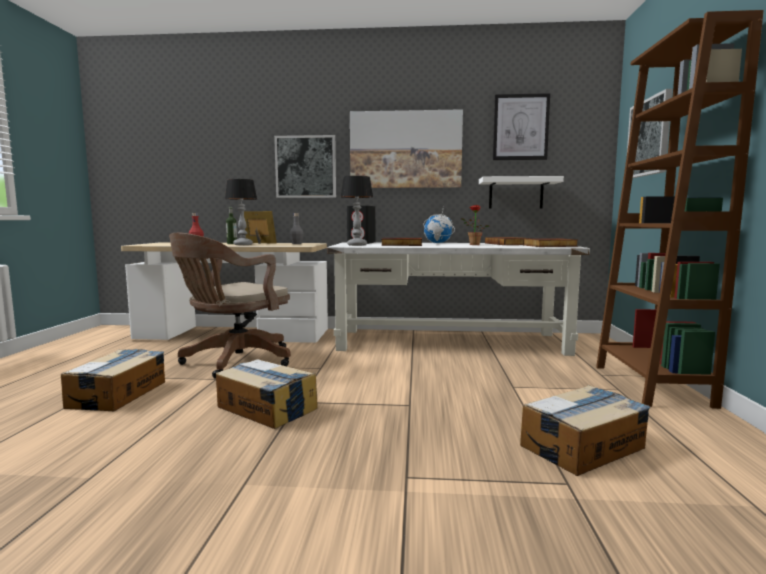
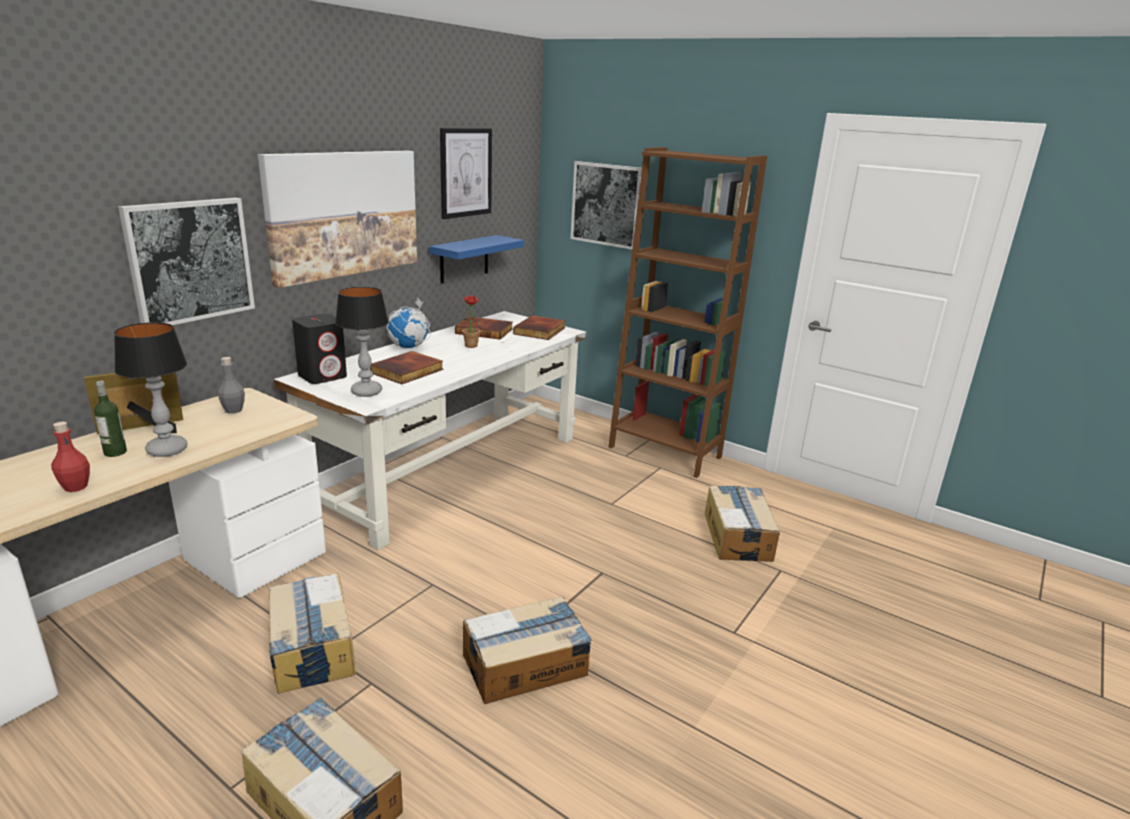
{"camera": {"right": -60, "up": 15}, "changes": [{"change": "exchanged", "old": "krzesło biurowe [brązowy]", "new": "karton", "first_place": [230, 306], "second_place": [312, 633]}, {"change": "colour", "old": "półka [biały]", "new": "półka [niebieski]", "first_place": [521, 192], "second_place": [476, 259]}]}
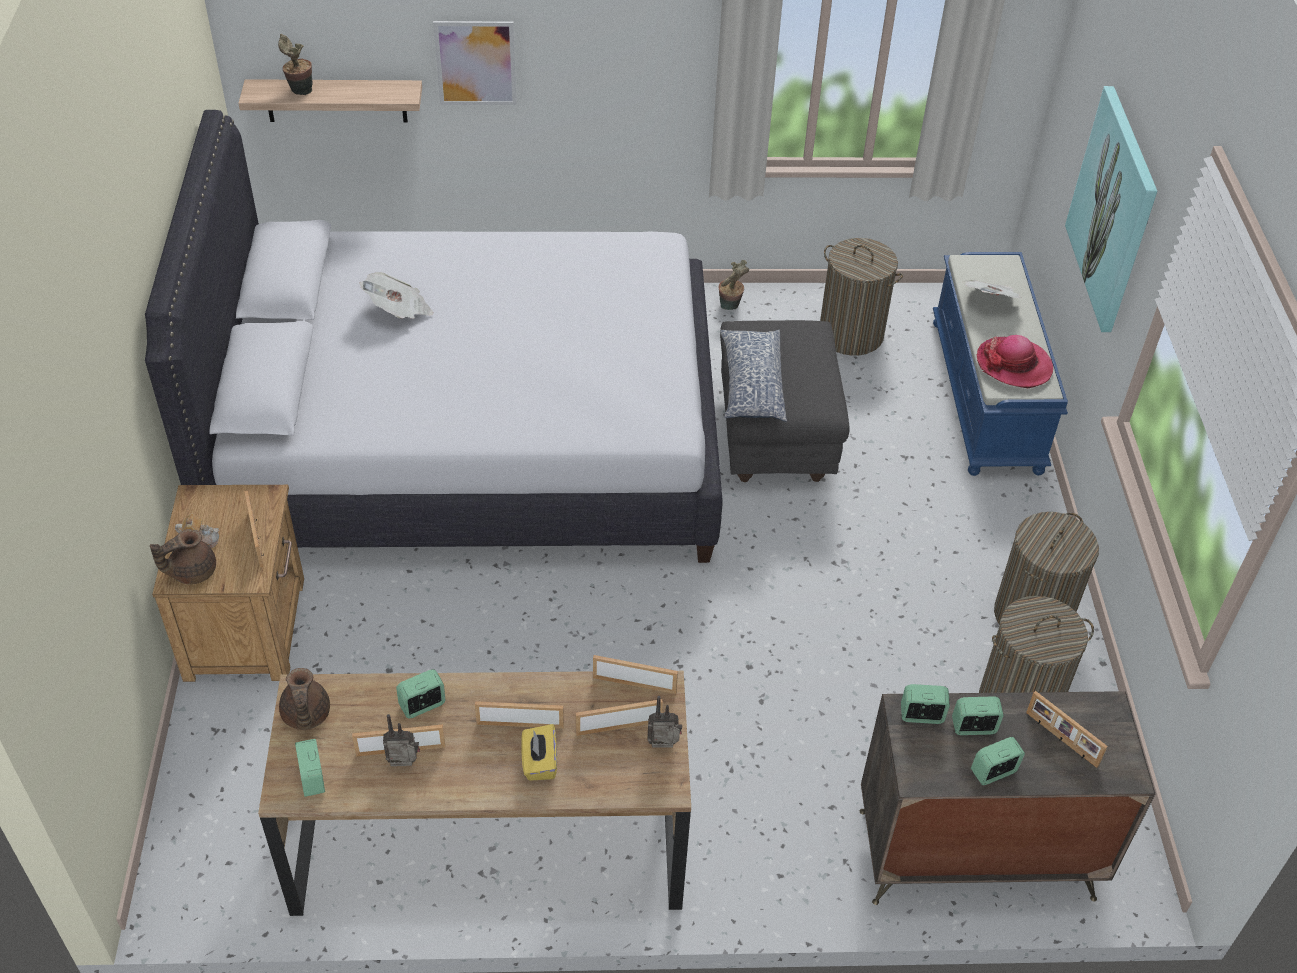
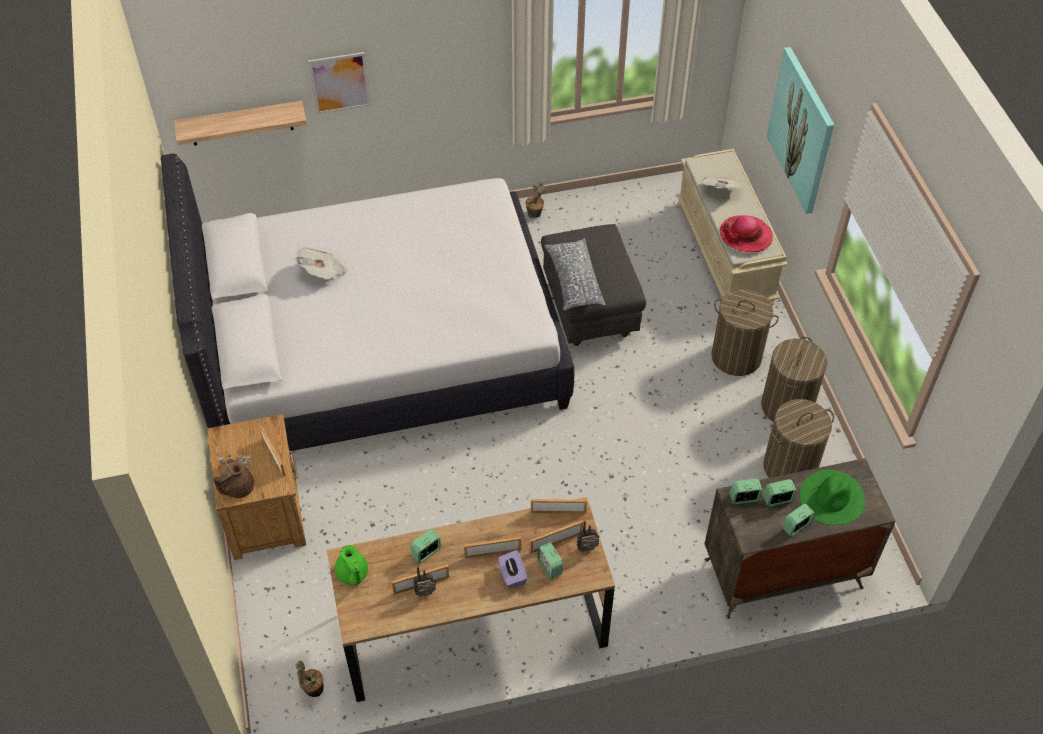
{"camera": {"right": -10, "up": 5}, "changes": [{"change": "relocated", "old": "roślina doniczkowa", "first_place": [295, 64], "second_place": [310, 679]}, {"change": "relocated", "old": "budzik", "first_place": [310, 768], "second_place": [550, 560]}, {"change": "relocated", "old": "kosz na pranie", "first_place": [861, 297], "second_place": [745, 332]}, {"change": "exchanged", "old": "ramka na zdjęcie", "new": "kapelusz [zielony]", "first_place": [1067, 729], "second_place": [832, 497]}, {"change": "colour", "old": "imbryk [brązowy]", "new": "imbryk [zielony]", "first_place": [304, 699], "second_place": [351, 565]}, {"change": "colour", "old": "pudełko chusteczek [żółty]", "new": "pudełko chusteczek [fioletowy]", "first_place": [539, 752], "second_place": [512, 569]}, {"change": "colour", "old": "ławka [niebieski]", "new": "ławka [beżowy]", "first_place": [1000, 364], "second_place": [731, 227]}]}
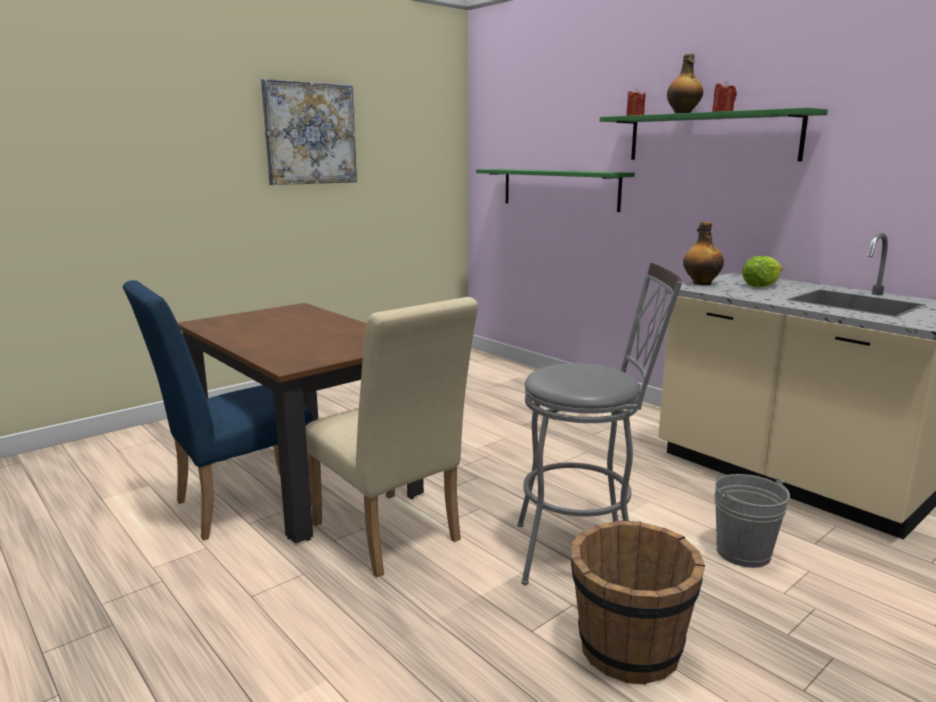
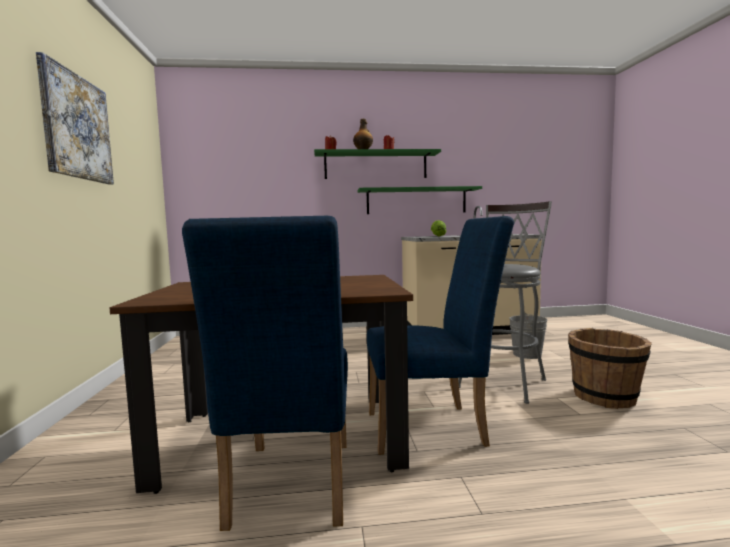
{"camera": {"right": -55, "up": -10}, "changes": [{"change": "missing", "old": "butelka", "first_place": [703, 253]}, {"change": "relocated", "old": "półka [zielony]", "first_place": [555, 190], "second_place": [419, 200]}, {"change": "colour", "old": "krzesło [beżowy]", "new": "krzesło [niebieski]", "first_place": [391, 437], "second_place": [441, 335]}]}
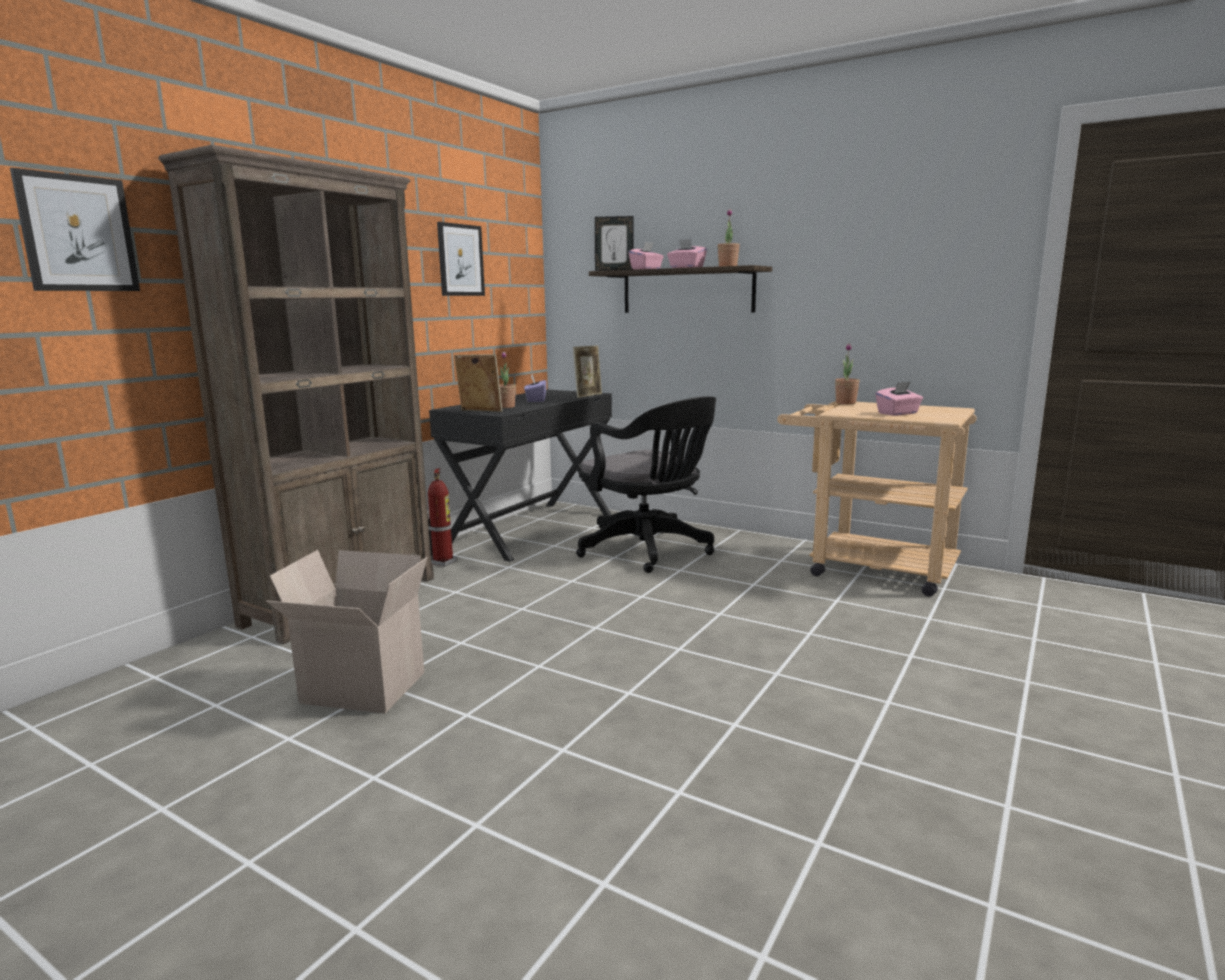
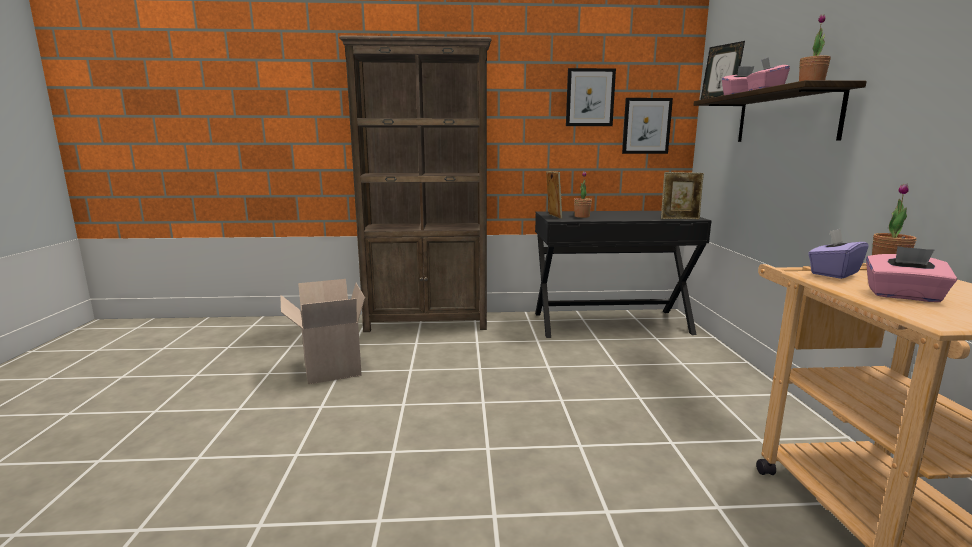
{"camera": {"right": 55, "up": 0}, "changes": [{"change": "missing", "old": "gaśnica", "first_place": [442, 517]}, {"change": "missing", "old": "krzesło biurowe [czarny]", "first_place": [646, 484]}, {"change": "relocated", "old": "obraz", "first_place": [75, 229], "second_place": [647, 126]}, {"change": "relocated", "old": "pudełko chusteczek [fioletowy]", "first_place": [535, 388], "second_place": [838, 253]}]}
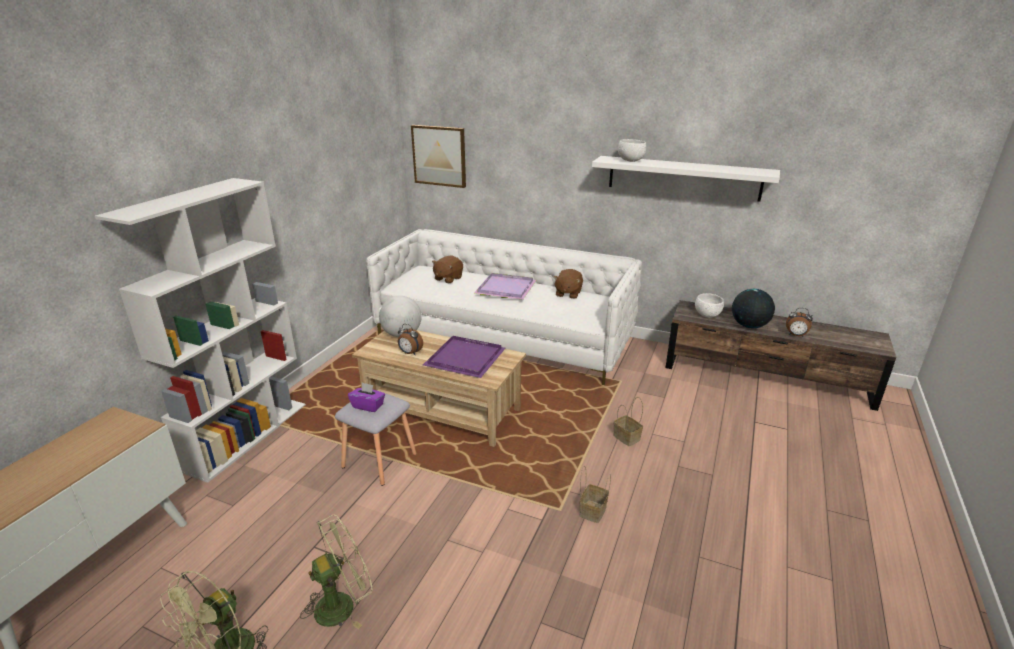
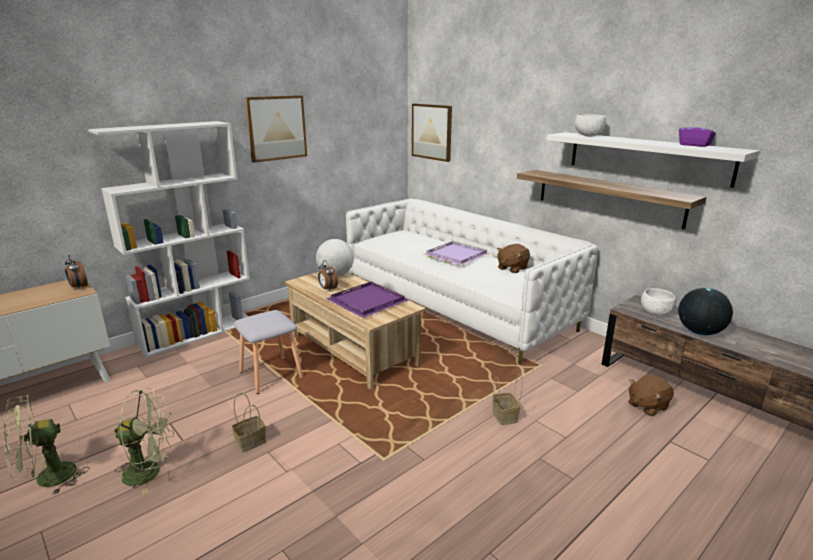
{"camera": {"right": 25, "up": -5}, "changes": [{"change": "appeared", "new": "obraz", "second_place": [276, 129]}, {"change": "appeared", "new": "półka", "second_place": [611, 199]}, {"change": "relocated", "old": "pudełko chusteczek [fioletowy]", "first_place": [366, 397], "second_place": [697, 134]}, {"change": "relocated", "old": "pluszak [brązowy]", "first_place": [447, 269], "second_place": [651, 395]}, {"change": "relocated", "old": "koszyk", "first_place": [595, 494], "second_place": [249, 422]}, {"change": "relocated", "old": "budzik", "first_place": [799, 322], "second_place": [76, 272]}]}
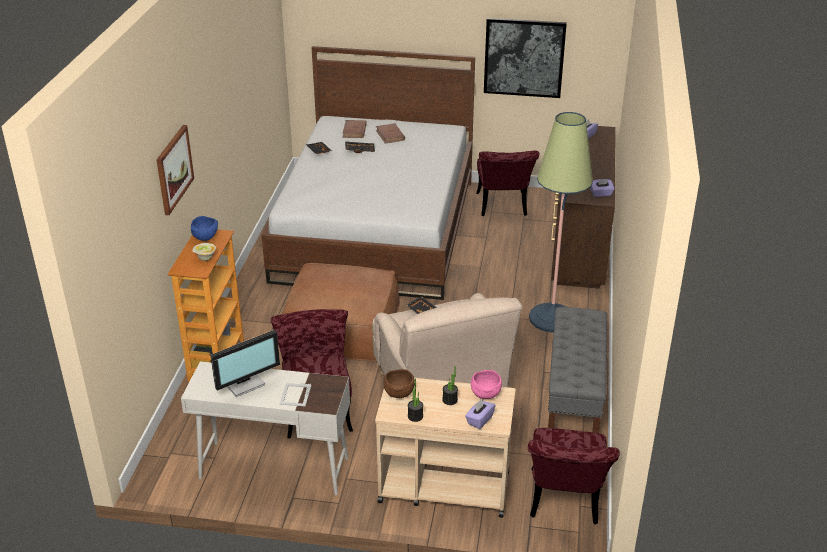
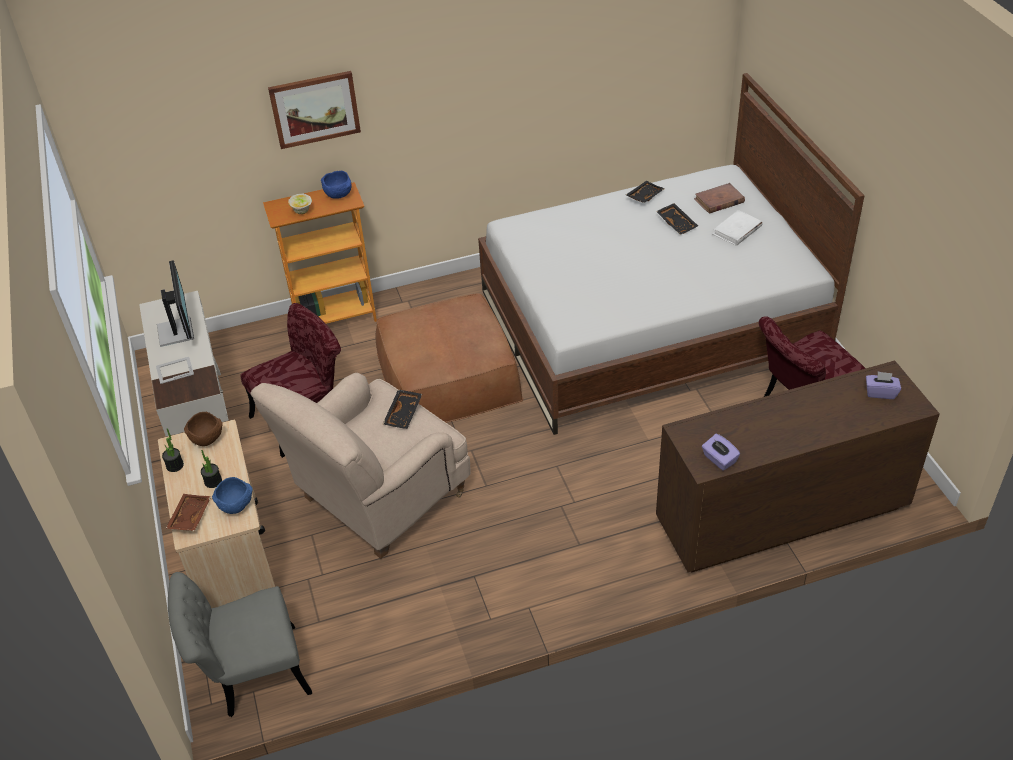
{"camera": {"right": 65, "up": 10}, "changes": [{"change": "missing", "old": "obraz", "first_place": [525, 58]}, {"change": "missing", "old": "lampa stojąca", "first_place": [561, 222]}, {"change": "missing", "old": "ławka [szary]", "first_place": [577, 370]}, {"change": "exchanged", "old": "pudełko chusteczek [fioletowy]", "new": "taca [brązowy]", "first_place": [480, 414], "second_place": [188, 512]}, {"change": "colour", "old": "książka [brązowy]", "new": "książka [biały]", "first_place": [390, 133], "second_place": [737, 228]}, {"change": "colour", "old": "miska [różowy]", "new": "miska [niebieski]", "first_place": [486, 384], "second_place": [232, 495]}, {"change": "colour", "old": "krzesło [czerwony]", "new": "krzesło [szary]", "first_place": [574, 476], "second_place": [240, 644]}, {"change": "spun", "old": "monitor", "first_place": [245, 363], "second_place": [175, 303], "degrees": -135}]}
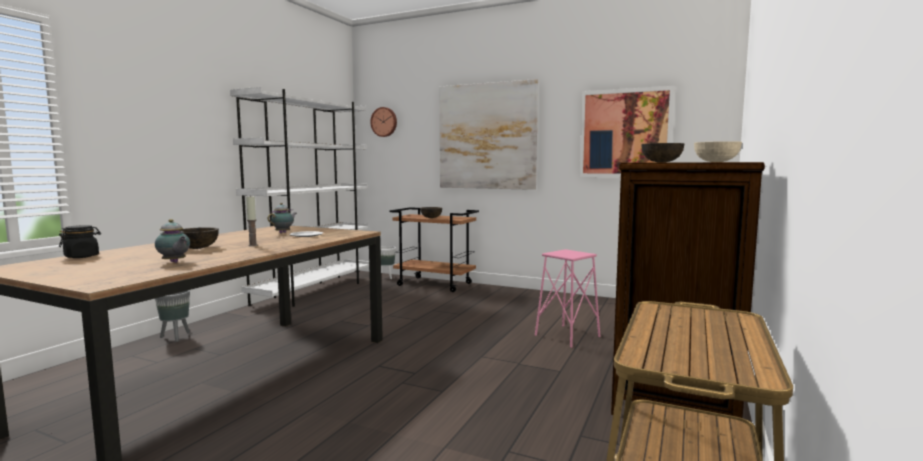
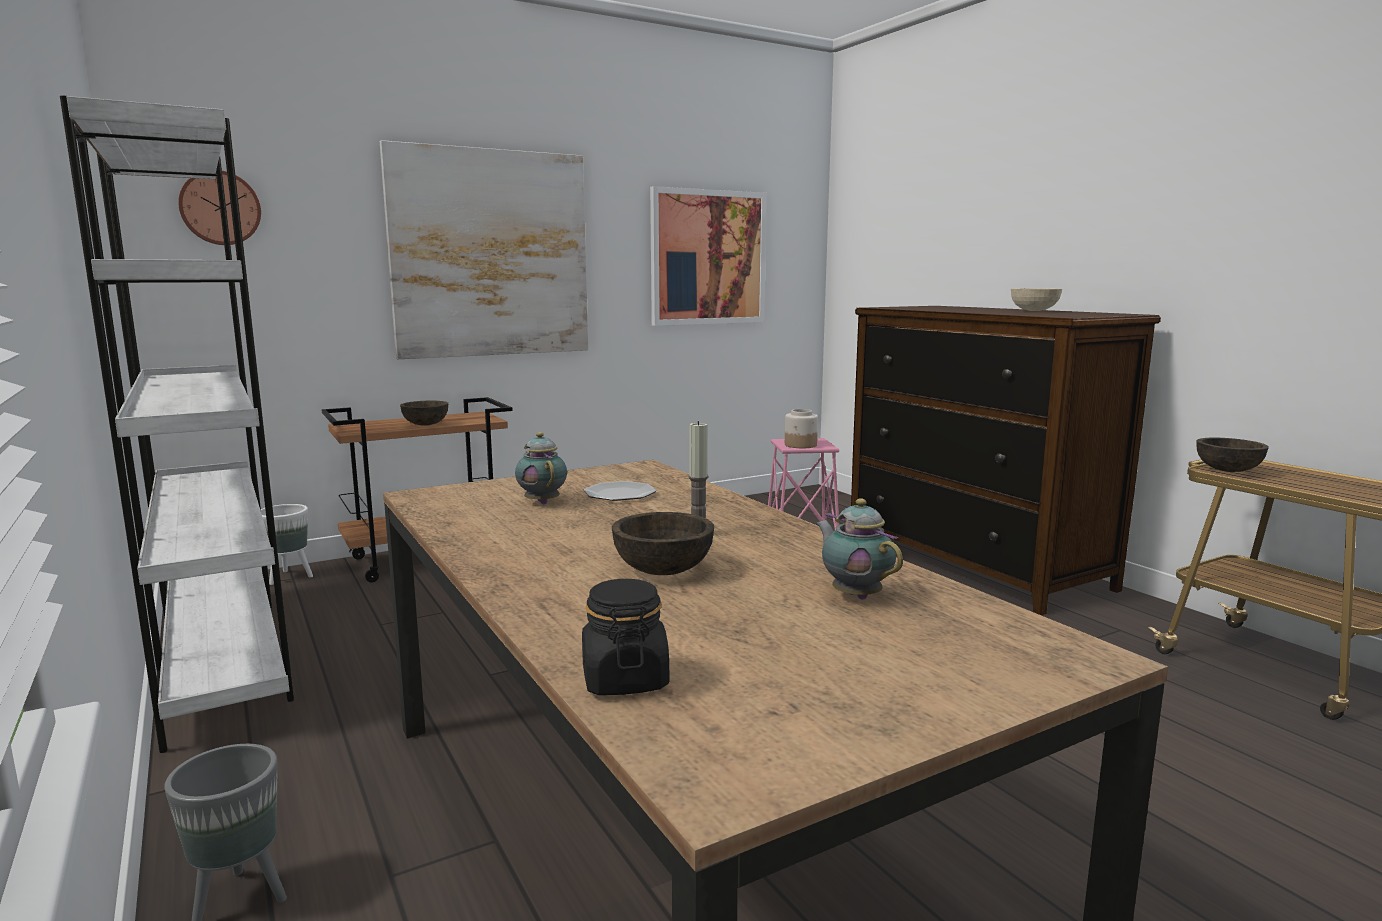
{"camera": {"right": -55, "up": 5}, "changes": [{"change": "appeared", "new": "słoik", "second_place": [801, 428]}, {"change": "relocated", "old": "miska [brązowy]", "first_place": [662, 152], "second_place": [1232, 455]}, {"change": "spun", "old": "imbryk", "first_place": [172, 241], "second_place": [859, 549], "degrees": -105}]}
